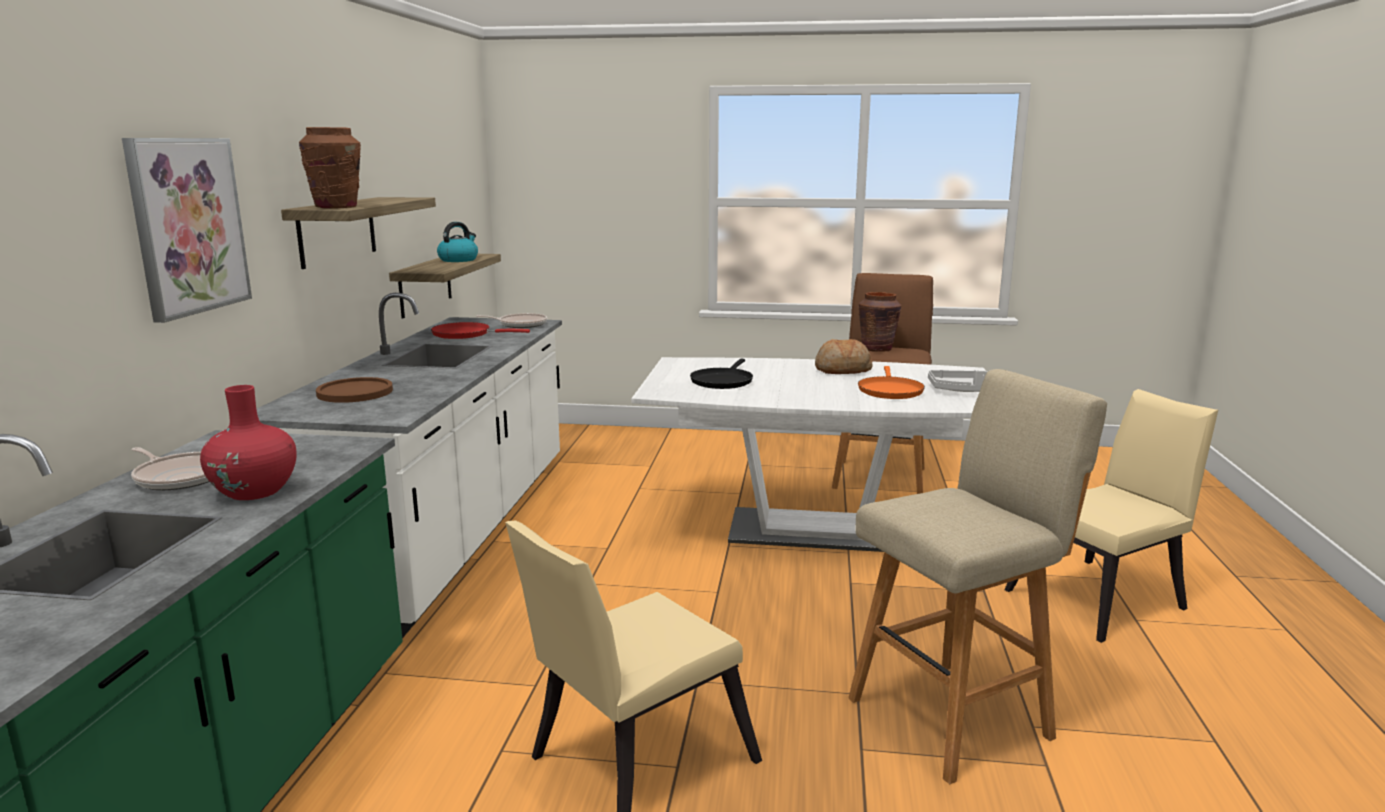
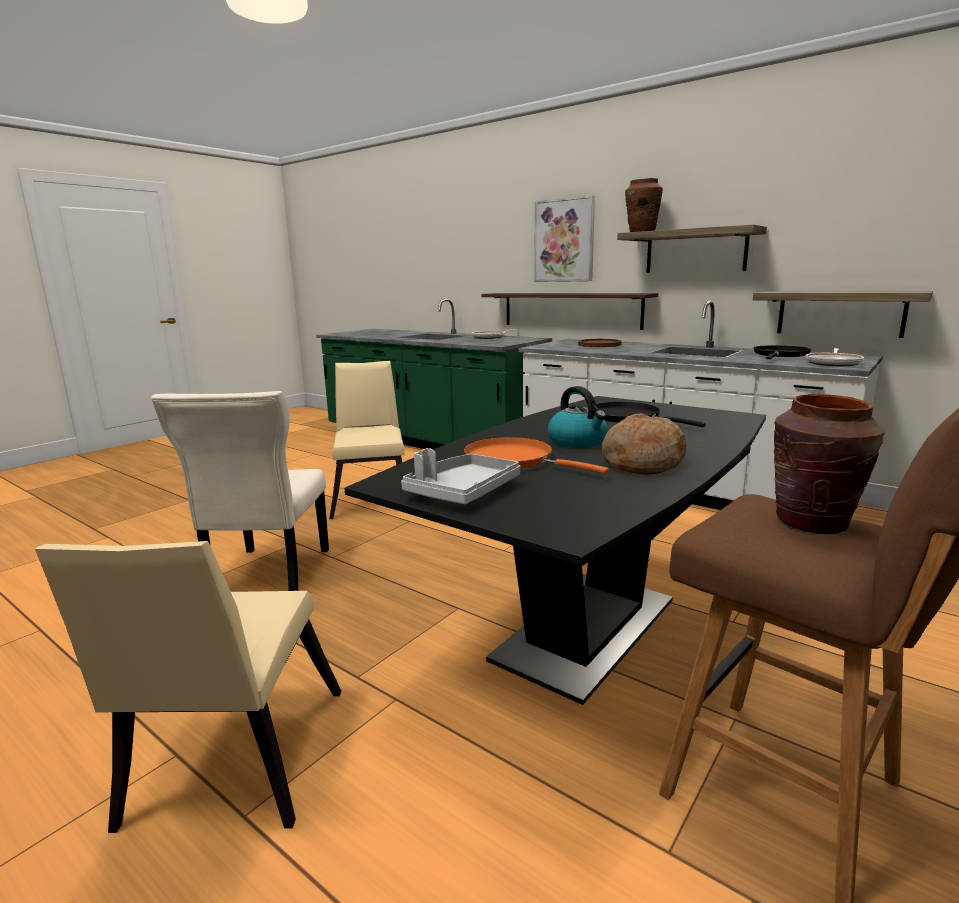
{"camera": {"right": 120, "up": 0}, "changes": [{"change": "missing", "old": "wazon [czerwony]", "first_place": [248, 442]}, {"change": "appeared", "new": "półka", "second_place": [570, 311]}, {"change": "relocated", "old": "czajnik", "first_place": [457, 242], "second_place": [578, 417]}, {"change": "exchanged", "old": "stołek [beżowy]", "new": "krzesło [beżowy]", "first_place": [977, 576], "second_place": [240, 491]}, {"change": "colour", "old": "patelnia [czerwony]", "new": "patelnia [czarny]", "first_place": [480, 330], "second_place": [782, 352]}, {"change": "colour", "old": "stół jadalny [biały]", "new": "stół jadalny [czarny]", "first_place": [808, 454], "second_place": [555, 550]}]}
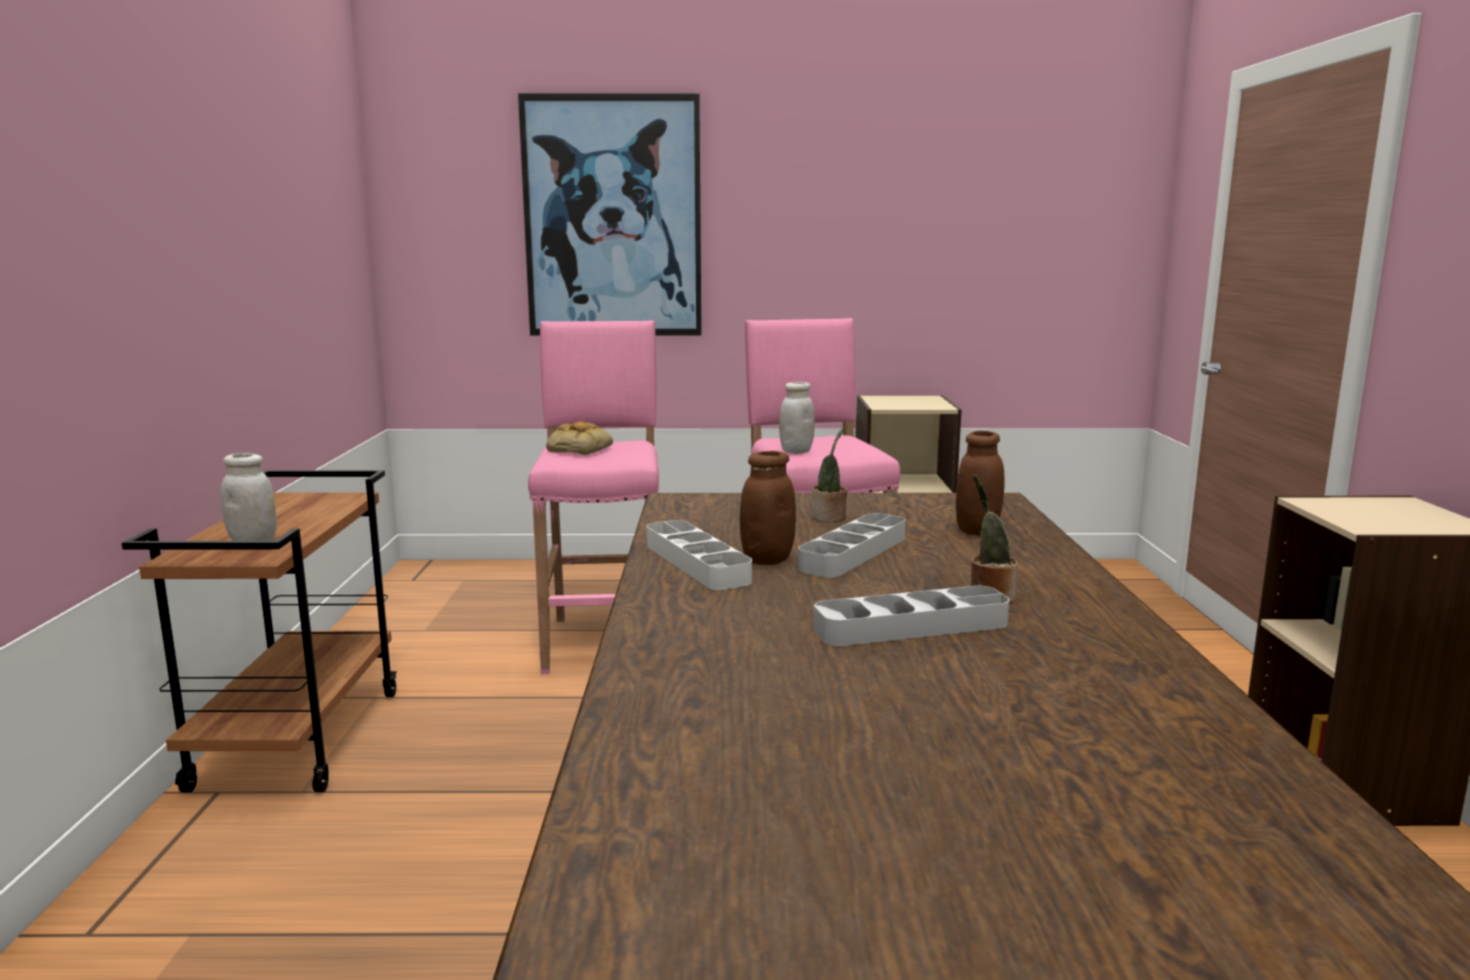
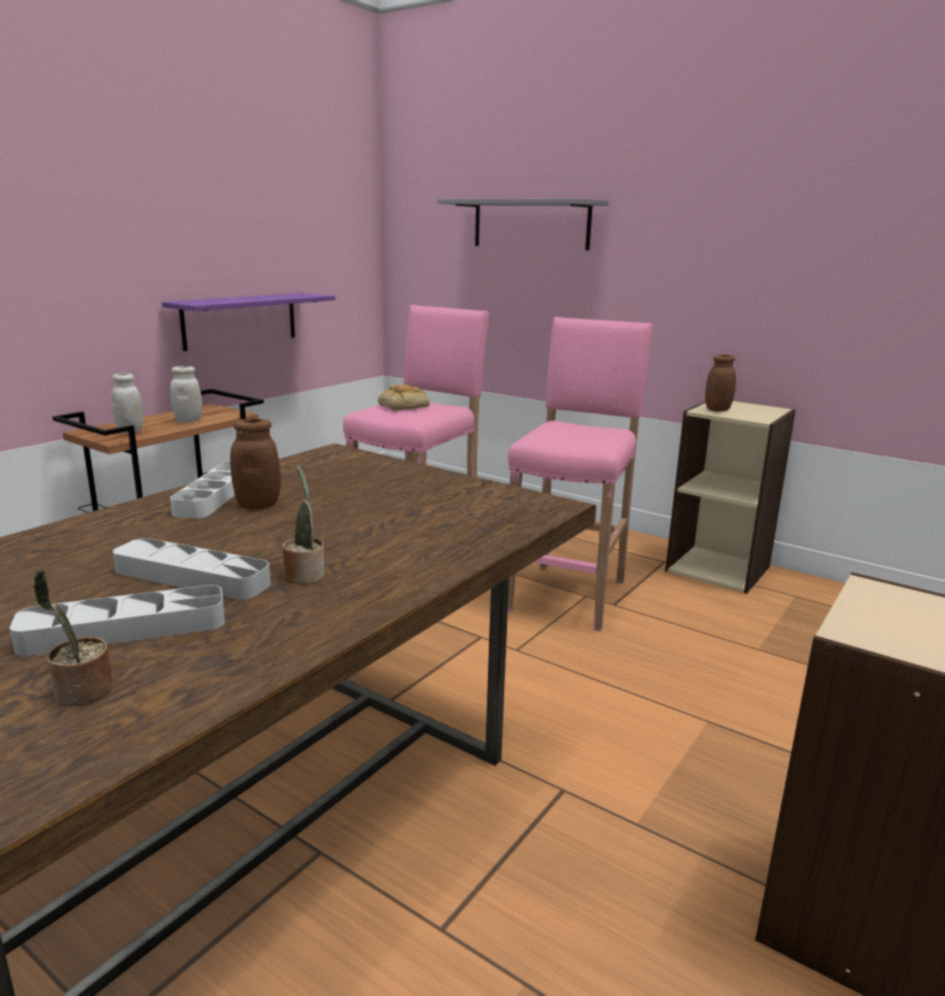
{"camera": {"right": 35, "up": 5}, "changes": [{"change": "appeared", "new": "półka [fioletowy]", "second_place": [249, 322]}, {"change": "relocated", "old": "słoik [biały]", "first_place": [797, 418], "second_place": [186, 394]}, {"change": "relocated", "old": "taca [szary]", "first_place": [852, 545], "second_place": [117, 620]}, {"change": "relocated", "old": "roślina doniczkowa", "first_place": [829, 474], "second_place": [73, 638]}, {"change": "relocated", "old": "słoik [brązowy]", "first_place": [980, 483], "second_place": [720, 383]}, {"change": "exchanged", "old": "obraz", "new": "półka [szary]", "first_place": [610, 214], "second_place": [523, 224]}]}
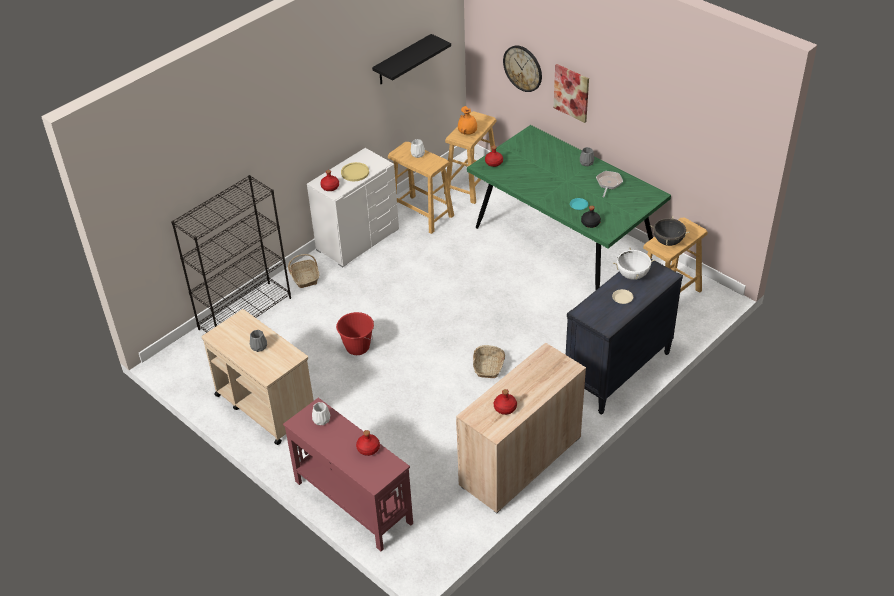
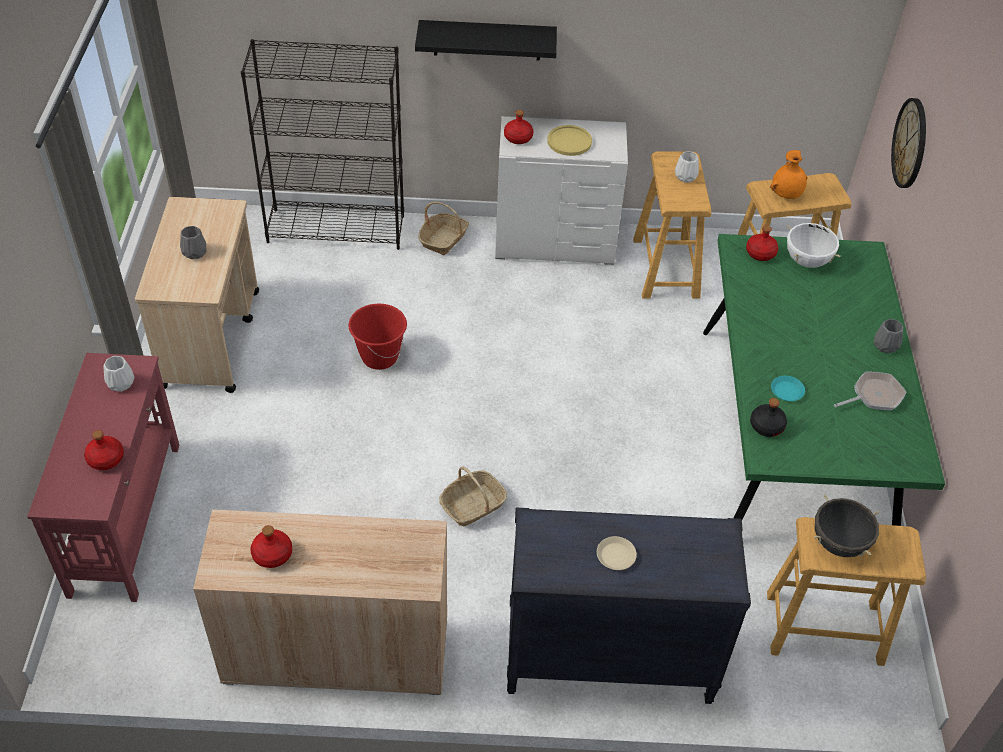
{"camera": {"right": 45, "up": 5}, "changes": [{"change": "missing", "old": "obraz", "first_place": [571, 93]}, {"change": "relocated", "old": "półka [czarny]", "first_place": [411, 59], "second_place": [486, 40]}, {"change": "relocated", "old": "garnek [biały]", "first_place": [634, 264], "second_place": [813, 245]}]}
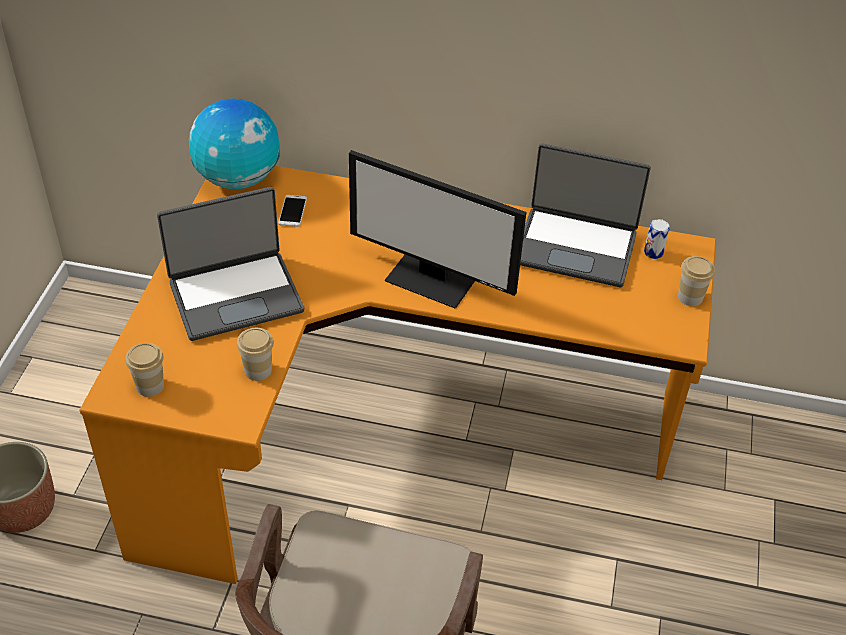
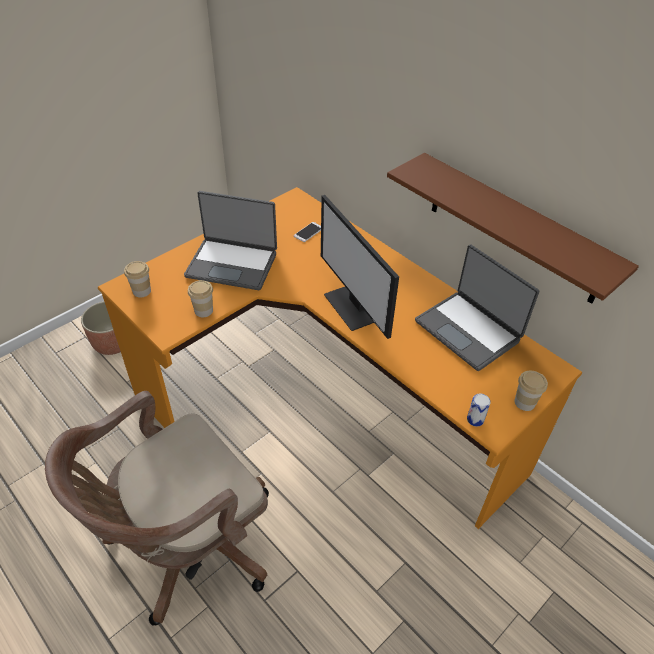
{"camera": {"right": 35, "up": 0}, "changes": [{"change": "missing", "old": "globus", "first_place": [234, 143]}, {"change": "appeared", "new": "półka [brązowy]", "second_place": [513, 228]}, {"change": "relocated", "old": "puszka", "first_place": [657, 239], "second_place": [479, 410]}]}
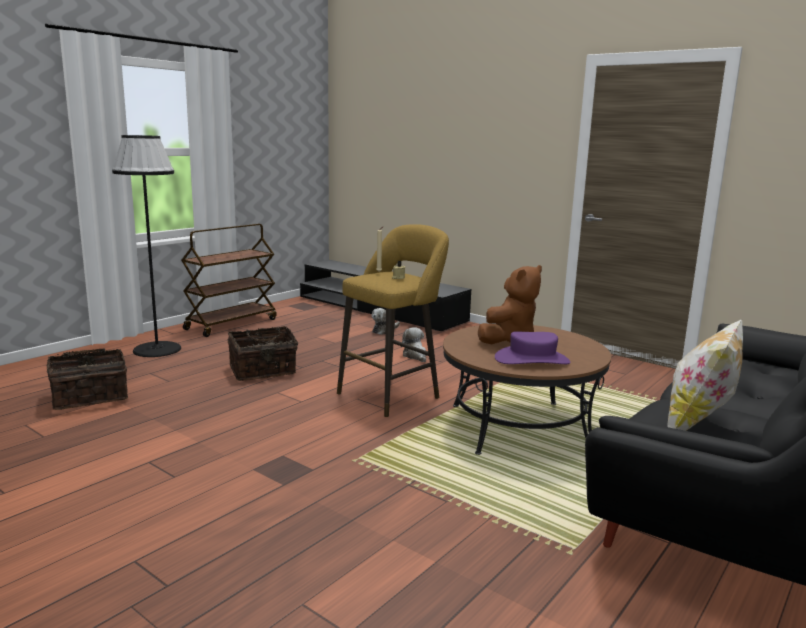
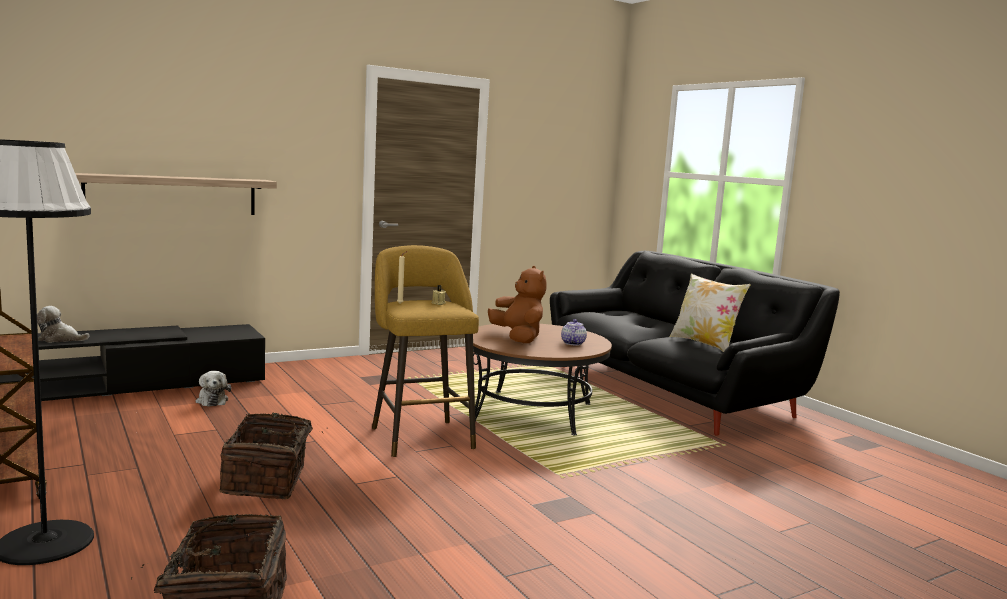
{"camera": {"right": -70, "up": -5}, "changes": [{"change": "appeared", "new": "półka", "second_place": [176, 194]}, {"change": "relocated", "old": "pluszak", "first_place": [413, 344], "second_place": [63, 324]}, {"change": "exchanged", "old": "kapelusz [fioletowy]", "new": "imbryk", "first_place": [532, 347], "second_place": [574, 332]}]}
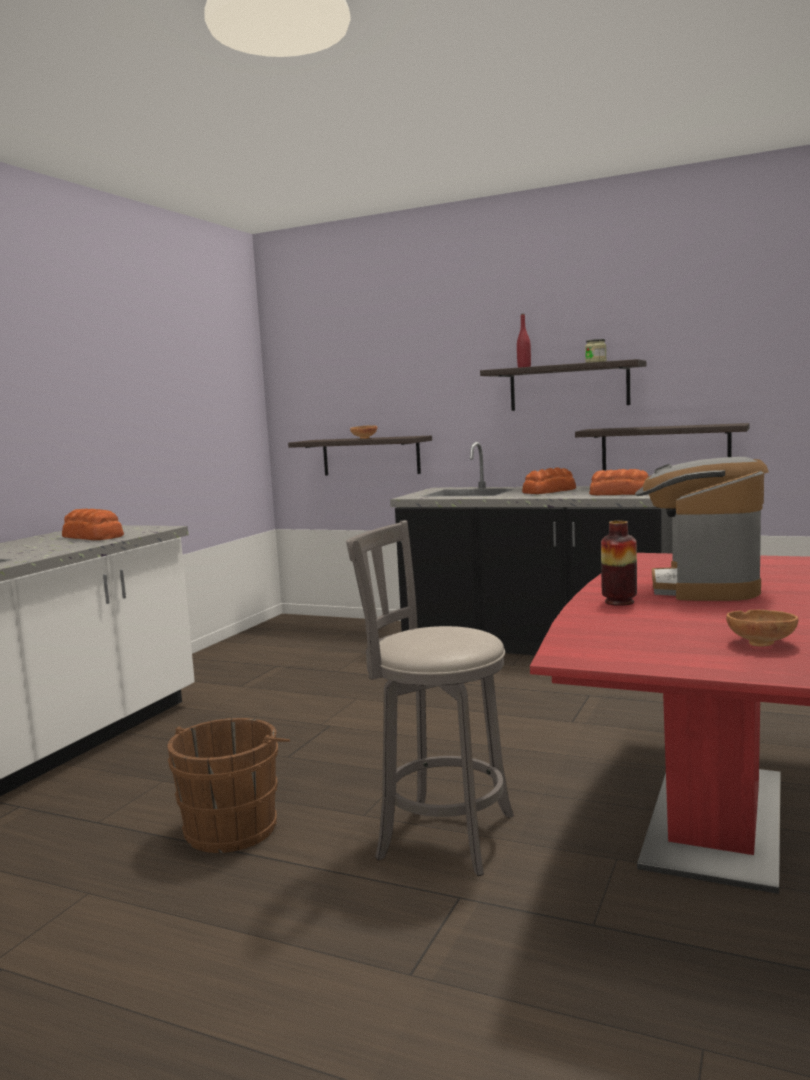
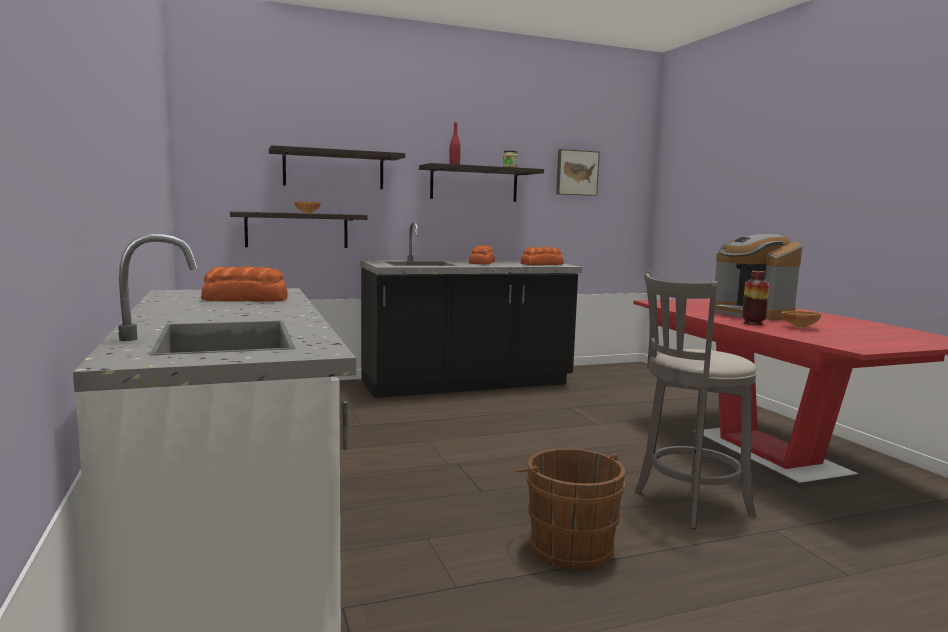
{"camera": {"right": -45, "up": 0}, "changes": [{"change": "appeared", "new": "obraz", "second_place": [578, 172]}, {"change": "relocated", "old": "półka", "first_place": [662, 446], "second_place": [337, 167]}, {"change": "relocated", "old": "miska [brązowy]", "first_place": [762, 628], "second_place": [801, 320]}]}
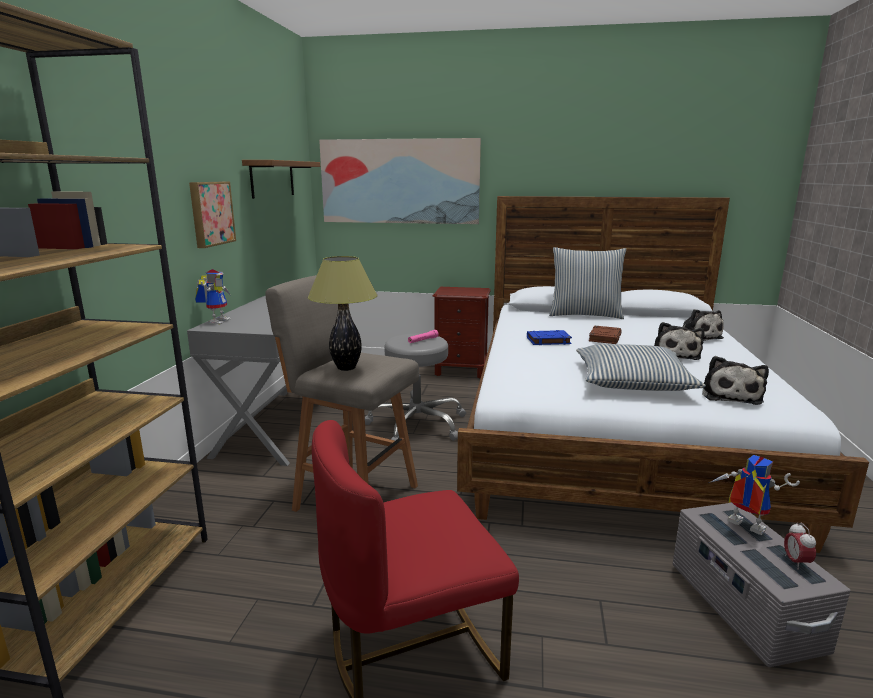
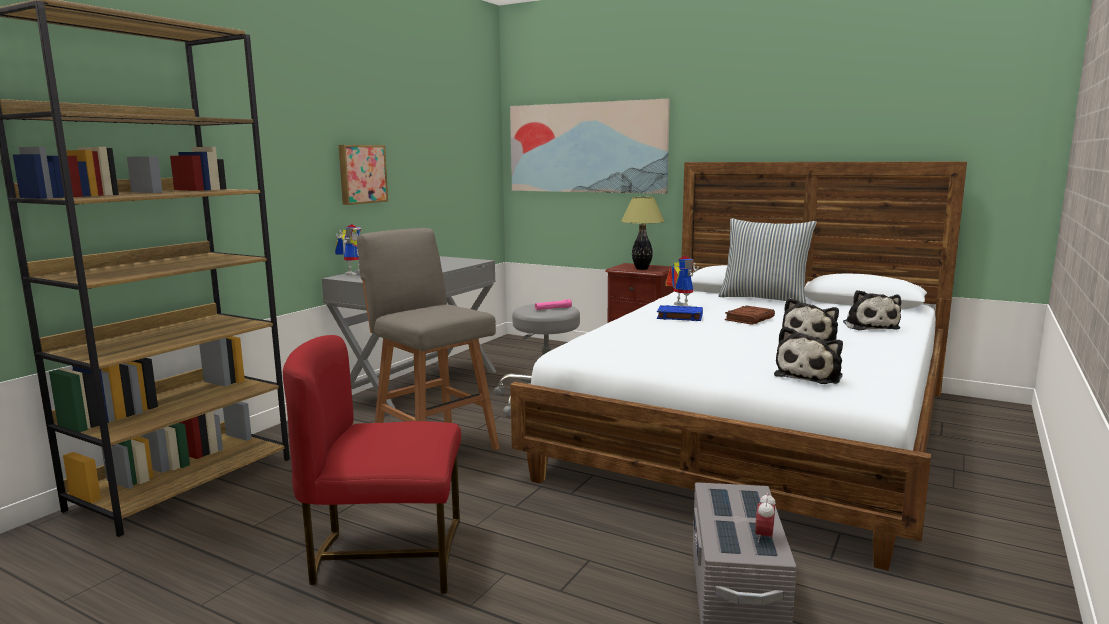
{"camera": {"right": 20, "up": -5}, "changes": [{"change": "missing", "old": "półka", "first_place": [281, 179]}, {"change": "missing", "old": "poduszka", "first_place": [641, 367]}, {"change": "relocated", "old": "lampa stołowa", "first_place": [343, 313], "second_place": [643, 233]}, {"change": "relocated", "old": "robot zabawkowy", "first_place": [754, 495], "second_place": [682, 281]}]}
